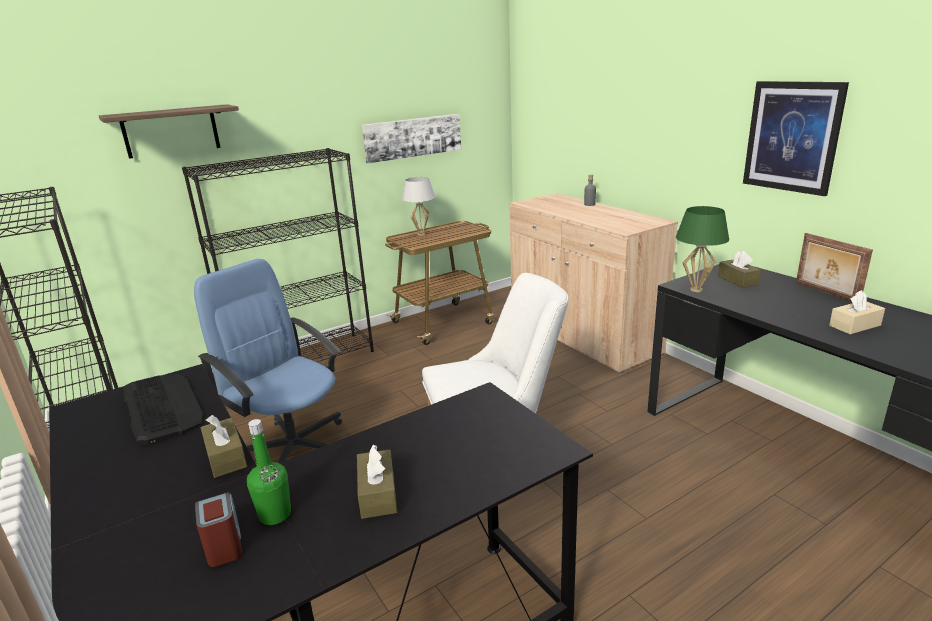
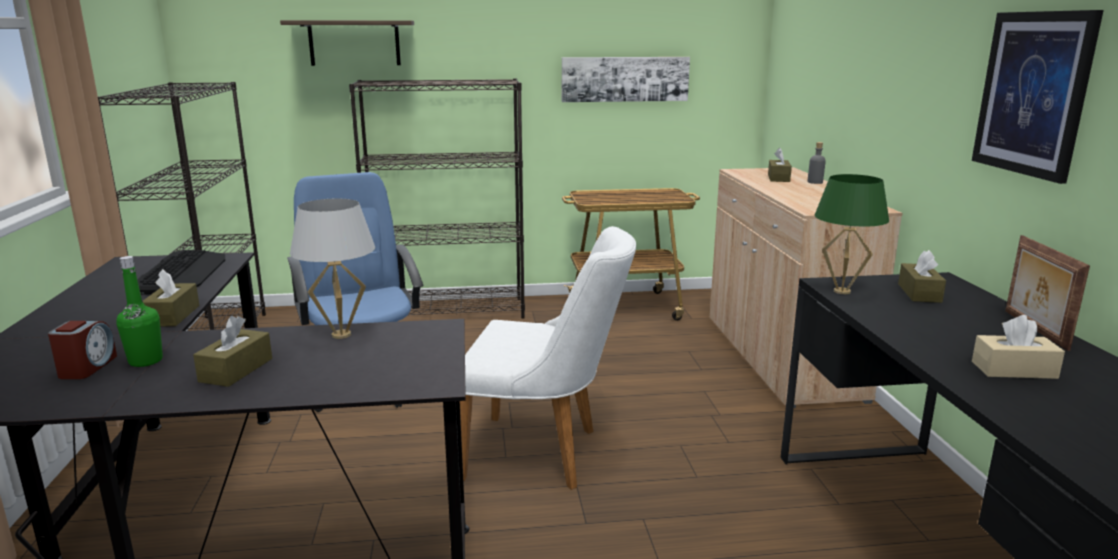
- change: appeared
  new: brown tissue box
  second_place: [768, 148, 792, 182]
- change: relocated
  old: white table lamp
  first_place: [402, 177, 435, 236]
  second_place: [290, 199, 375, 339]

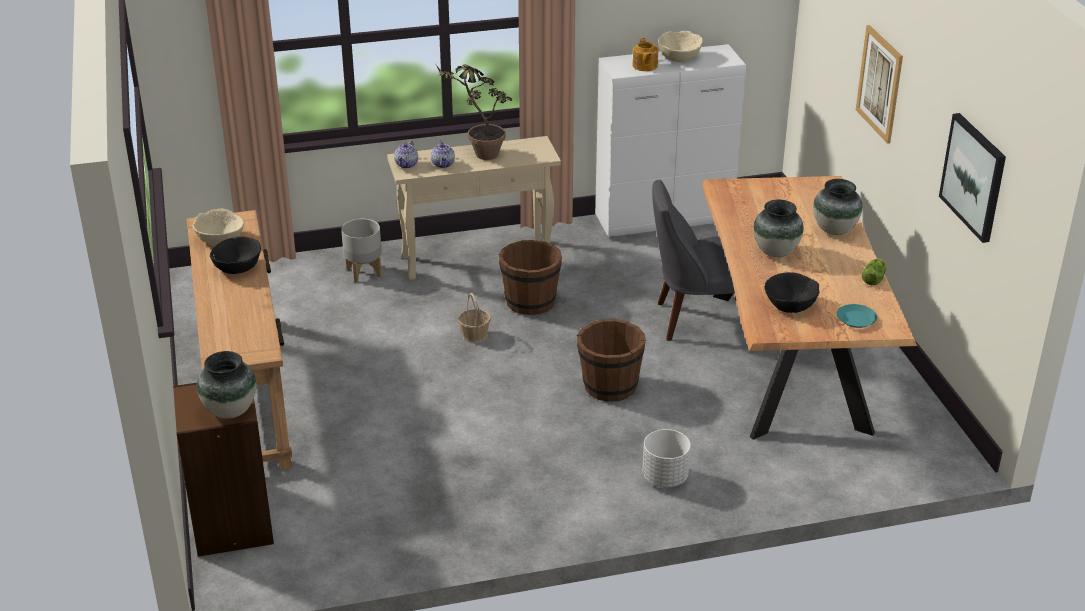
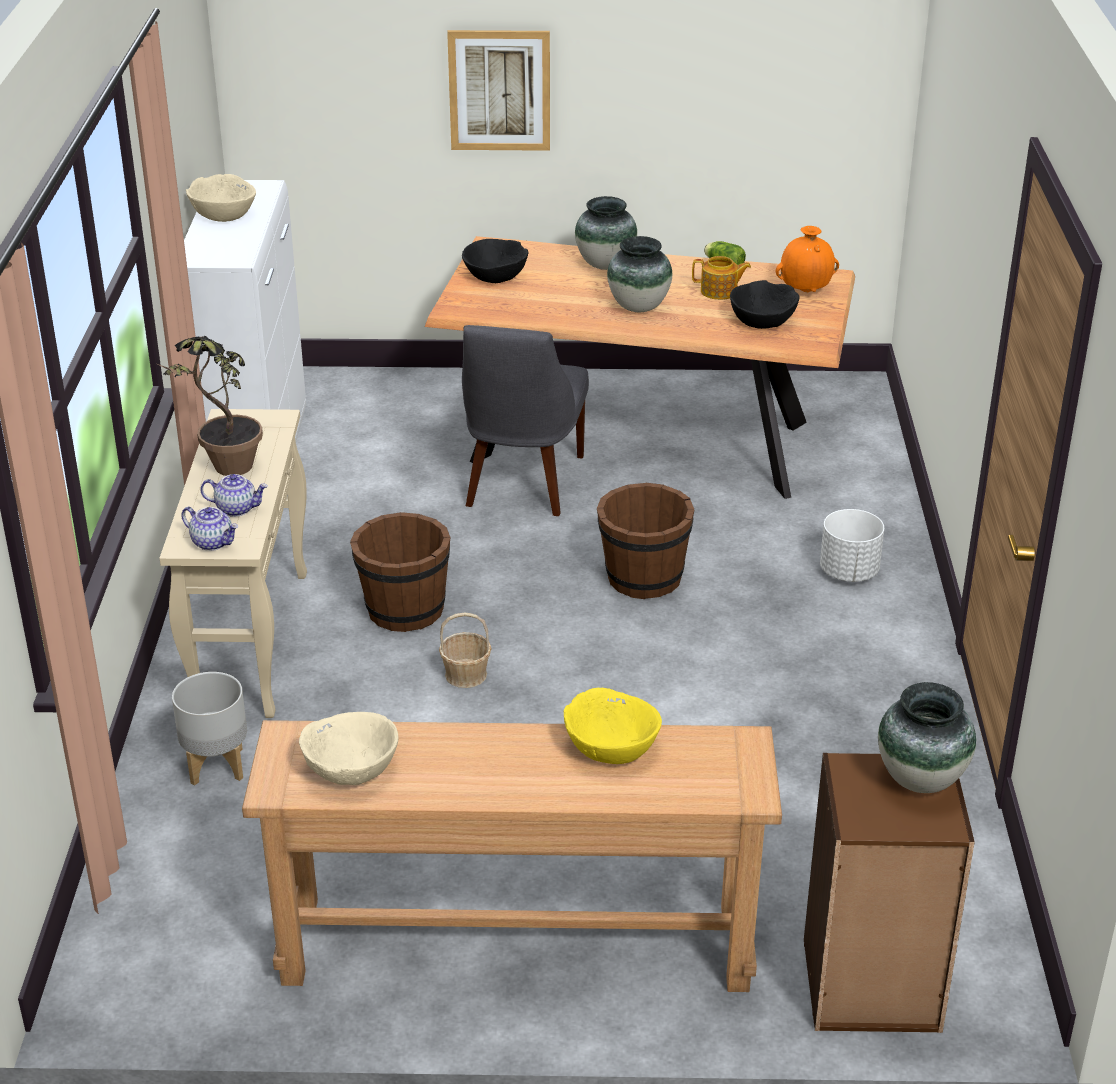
- change: missing
  old: picture
  first_place: [939, 113, 1006, 243]
- change: appeared
  new: yellow bowl
  second_place: [564, 688, 662, 764]
- change: relocated
  old: black bowl
  first_place: [210, 237, 261, 274]
  second_place: [462, 239, 529, 283]
- change: relocated
  old: teapot
  first_place: [632, 38, 658, 71]
  second_place: [692, 256, 751, 300]
- change: exchanged
  old: turquoise plate
  new: orange vase
  first_place: [837, 304, 877, 328]
  second_place: [776, 226, 839, 292]

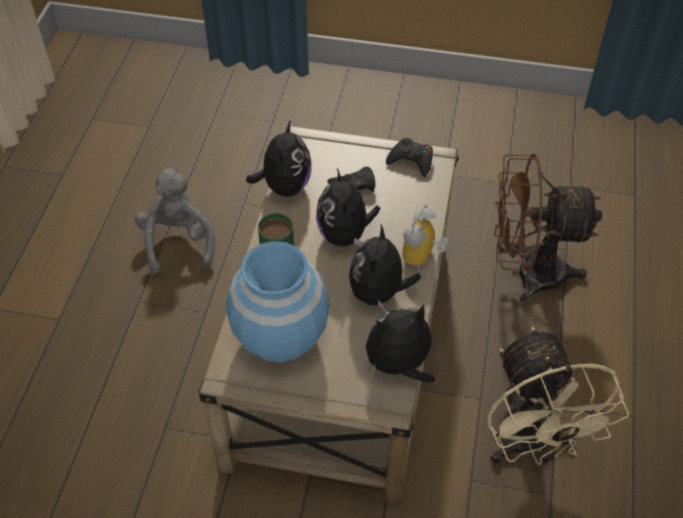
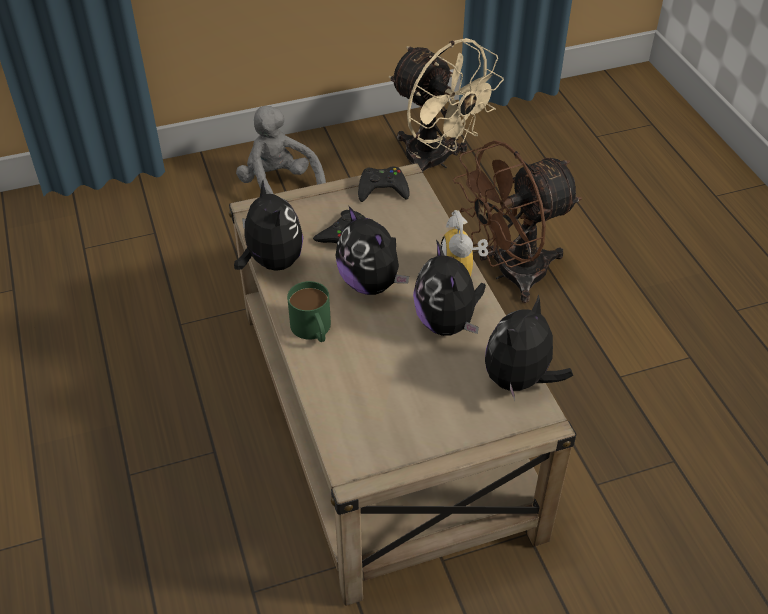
- change: missing
  old: blue vase
  first_place: [226, 241, 330, 363]
- change: relocated
  old: grey plush toy
  first_place: [135, 167, 215, 274]
  second_place: [236, 106, 326, 194]
- change: relocated
  old: beige fan
  first_place: [487, 327, 629, 465]
  second_place: [389, 38, 504, 171]

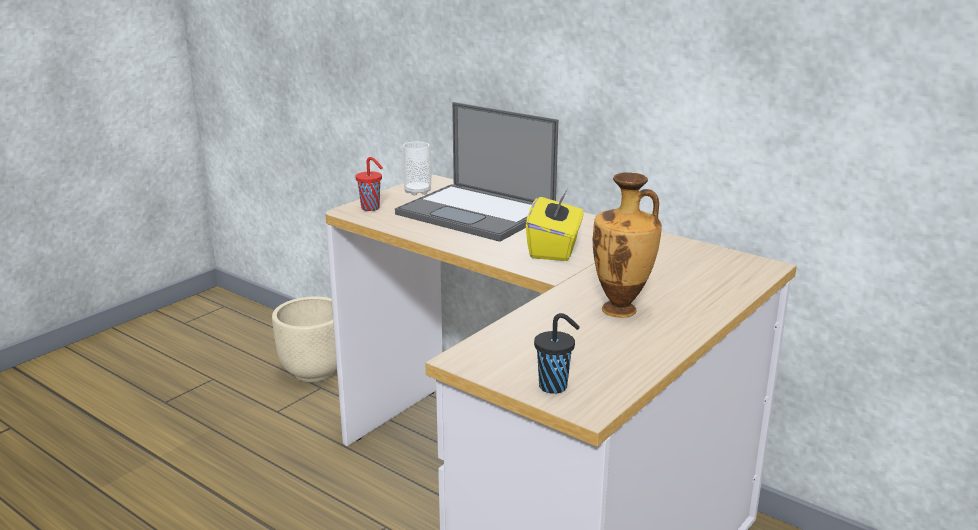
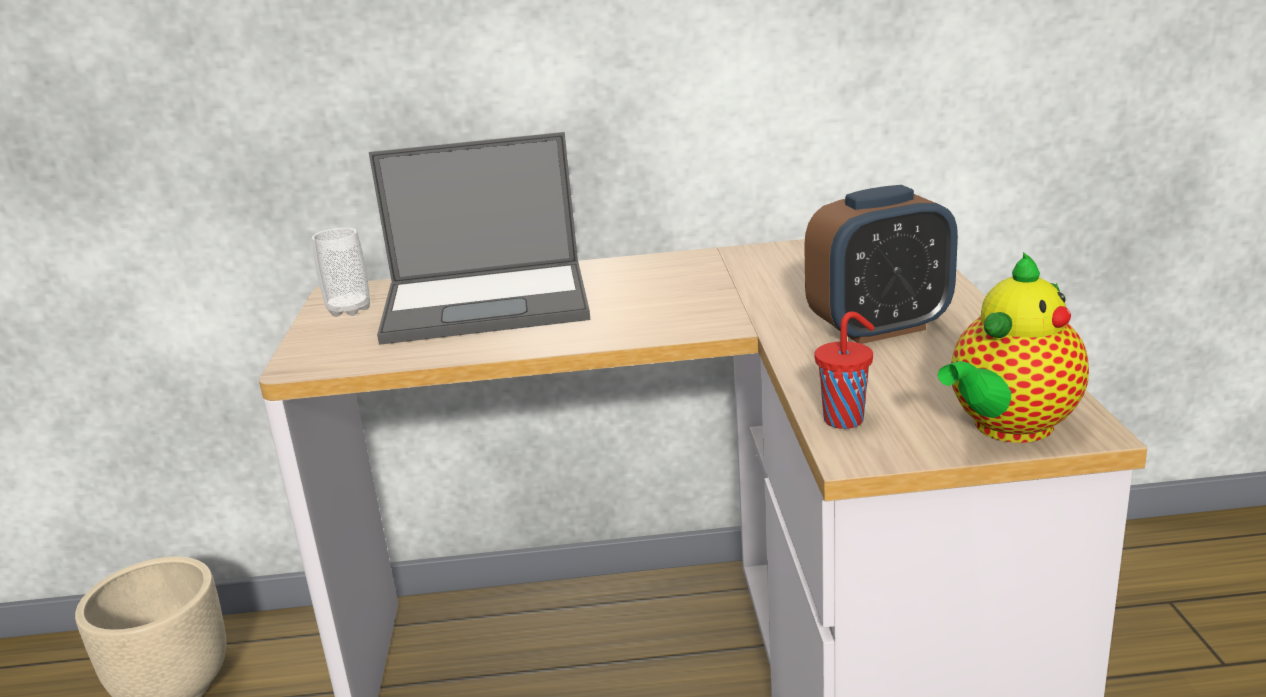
- change: missing
  old: yellow tissue box
  first_place: [526, 189, 583, 261]
- change: relocated
  old: red cup
  first_place: [355, 157, 383, 211]
  second_place: [814, 311, 874, 429]
- change: exchanged
  old: black cup
  new: teapot
  first_place: [534, 313, 580, 394]
  second_place: [938, 252, 1089, 443]
- change: exchanged
  old: vase
  new: alarm clock
  first_place: [593, 173, 662, 318]
  second_place: [804, 185, 958, 344]

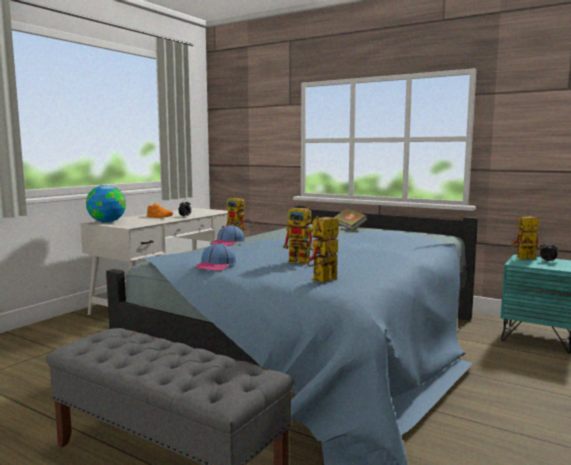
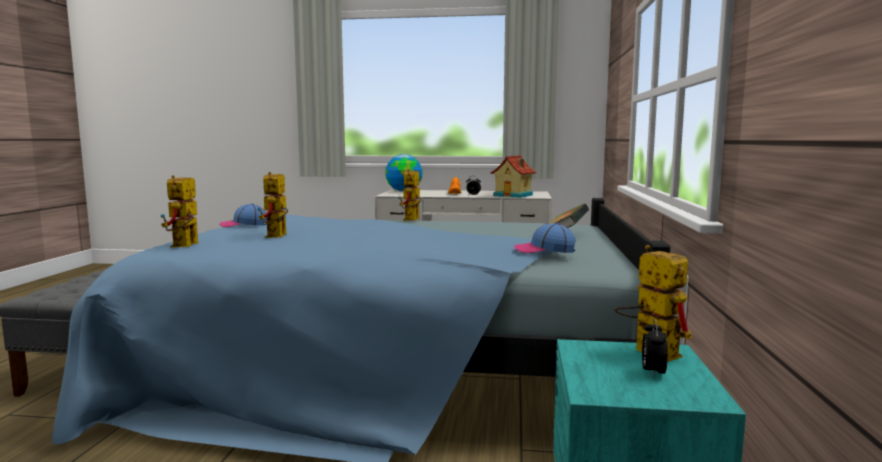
- change: appeared
  new: toy house
  second_place: [490, 155, 537, 198]
- change: relocated
  old: cap
  first_place: [209, 225, 245, 246]
  second_place: [514, 223, 576, 253]
- change: spun
  old: toy robot
  first_place: [305, 216, 339, 282]
  second_place: [161, 175, 199, 247]
  degrees: -105

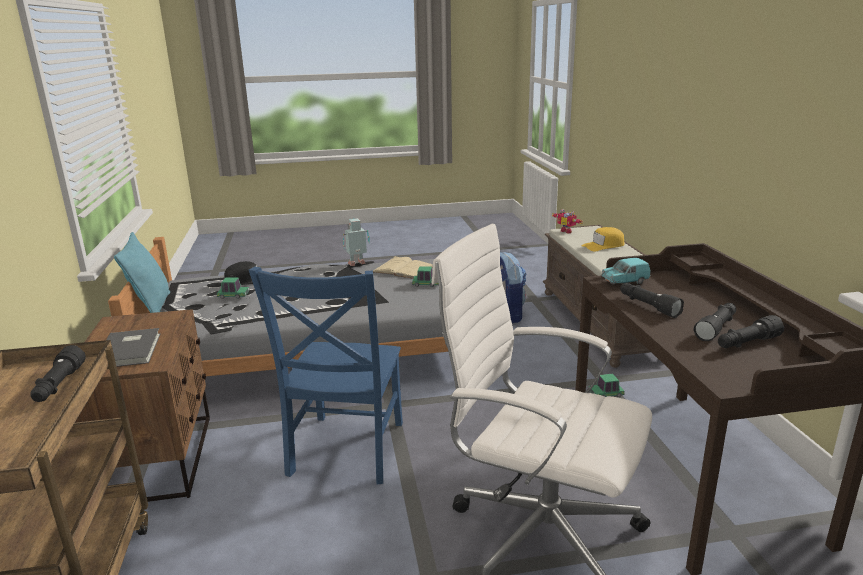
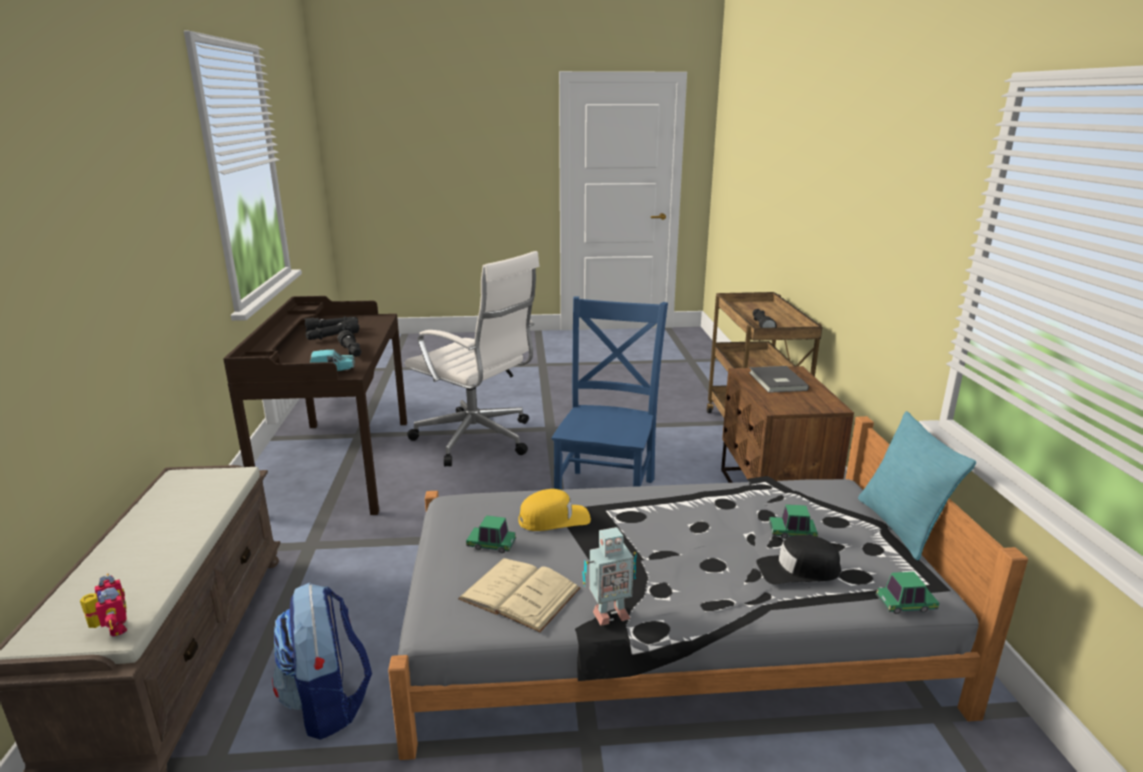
- change: relocated
  old: yellow cap
  first_place: [581, 227, 625, 251]
  second_place: [518, 489, 591, 531]
- change: relocated
  old: toy car
  first_place: [589, 374, 625, 397]
  second_place: [876, 572, 939, 614]

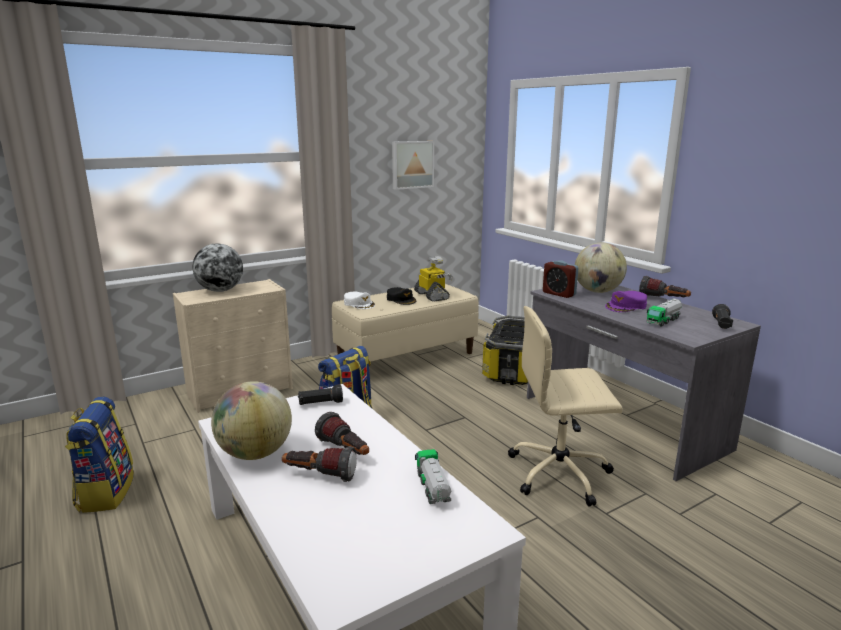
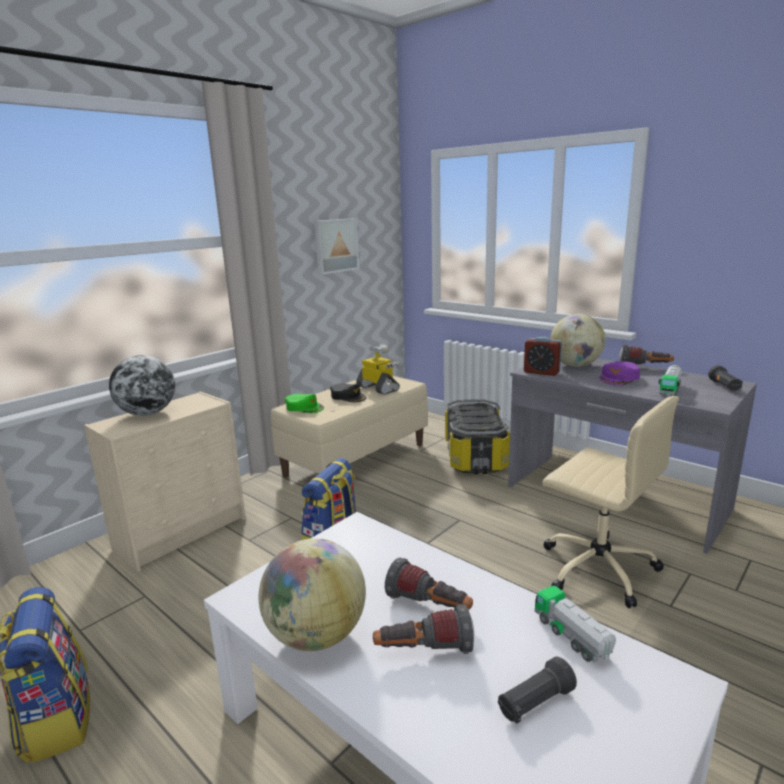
- change: relocated
  old: black flashlight
  first_place: [298, 384, 343, 405]
  second_place: [498, 657, 577, 724]
- change: colour
  old: white cap
  new: green cap
  first_place: [344, 292, 375, 309]
  second_place: [285, 394, 324, 413]
- change: spun
  old: beige office chair
  first_place: [508, 306, 623, 507]
  second_place: [542, 396, 679, 608]
  degrees: -120

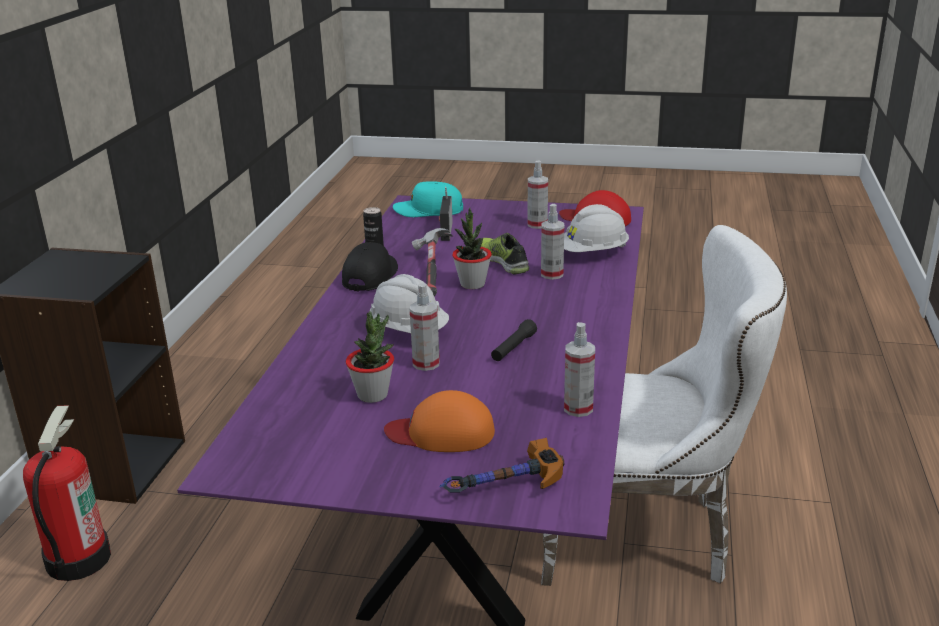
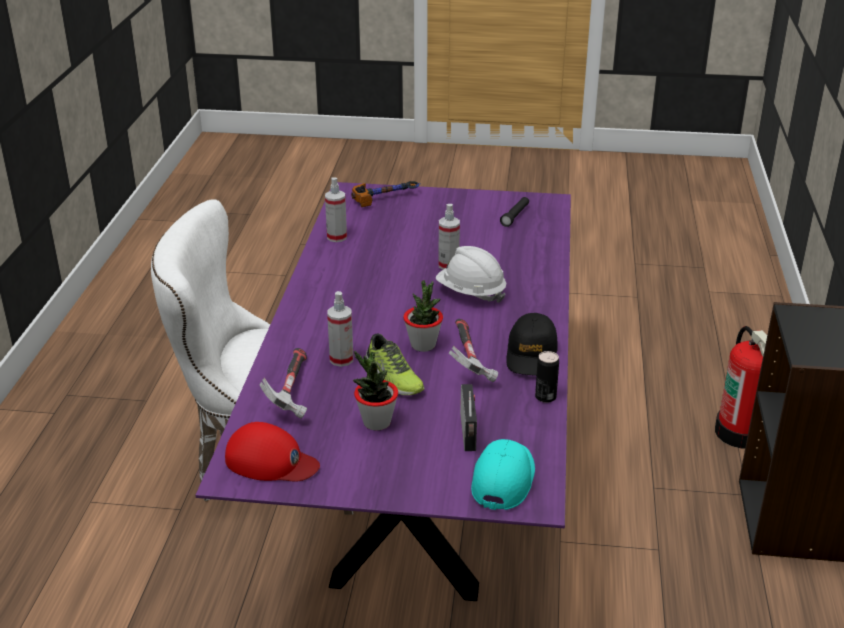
- change: missing
  old: orange cap
  first_place: [384, 390, 495, 452]
- change: missing
  old: spray bottle
  first_place: [528, 160, 548, 229]
- change: relocated
  old: potted plant
  first_place: [346, 311, 394, 403]
  second_place: [353, 351, 398, 431]
- change: relocated
  old: black flashlight
  first_place: [491, 319, 537, 361]
  second_place: [500, 197, 529, 227]
- change: exchanged
  old: white hard hat
  new: hammer
  first_place: [564, 204, 629, 252]
  second_place: [260, 348, 307, 419]
- change: spun
  old: turquoise cap
  first_place: [393, 182, 463, 217]
  second_place: [471, 439, 535, 510]
  degrees: -75

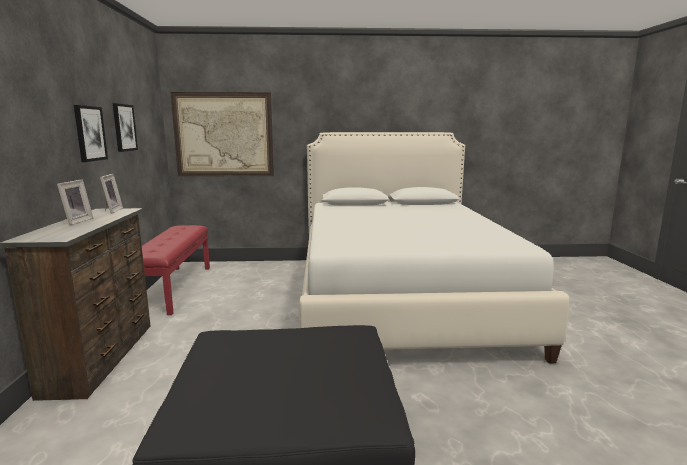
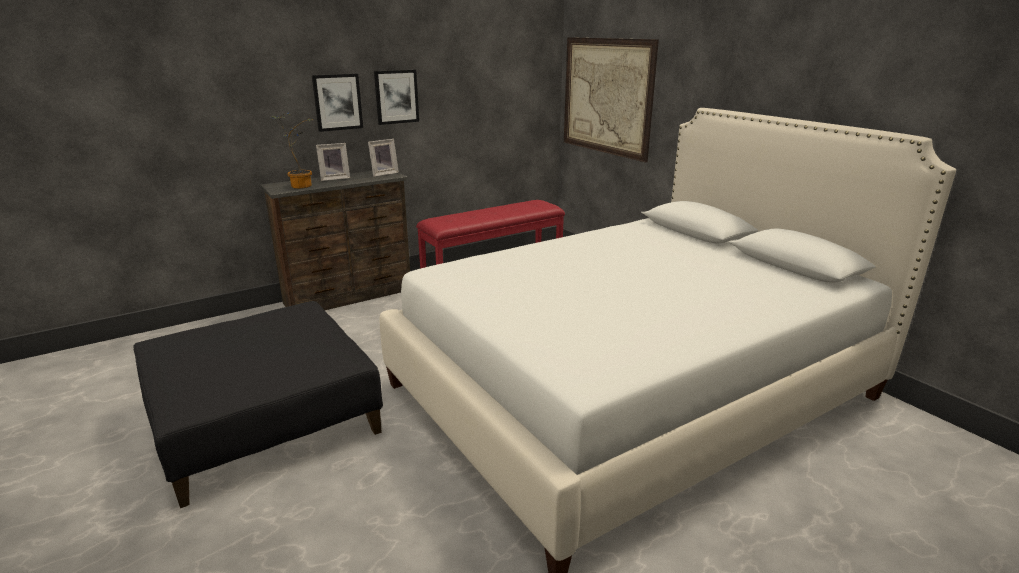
- change: appeared
  new: potted plant
  second_place: [270, 113, 314, 189]
- change: relocated
  old: picture
  first_place: [113, 103, 138, 152]
  second_place: [312, 73, 363, 132]

